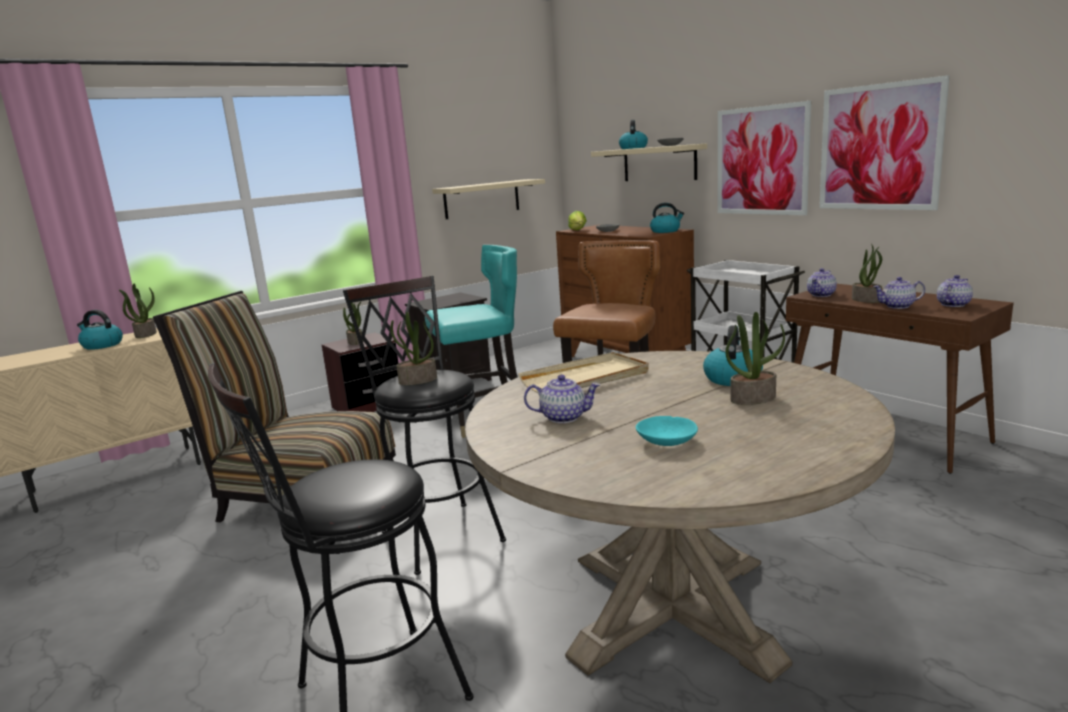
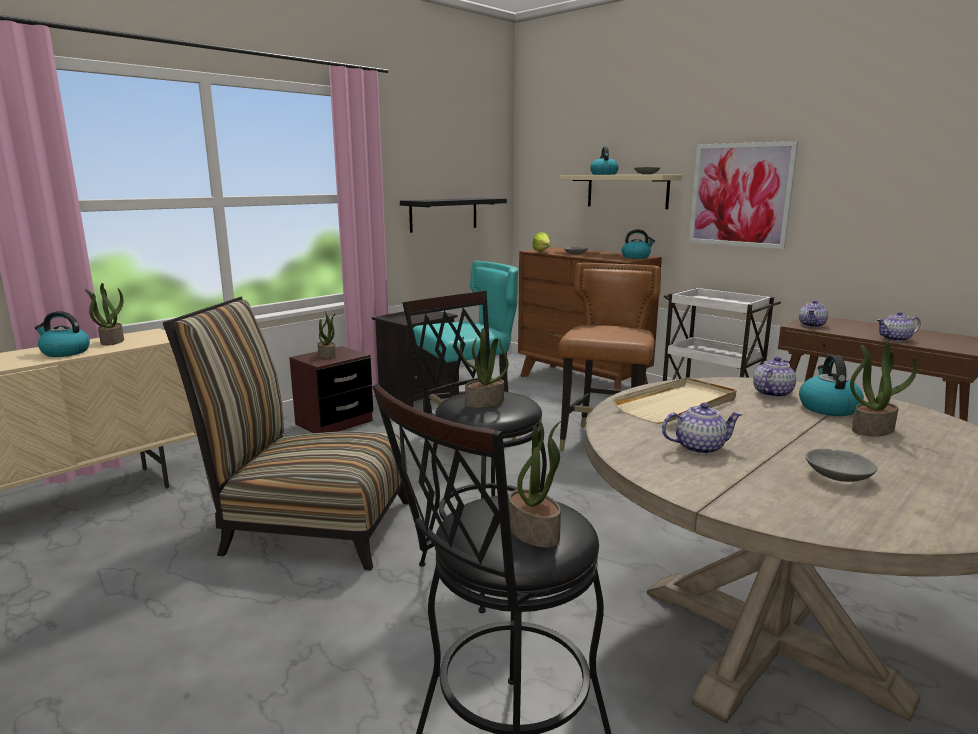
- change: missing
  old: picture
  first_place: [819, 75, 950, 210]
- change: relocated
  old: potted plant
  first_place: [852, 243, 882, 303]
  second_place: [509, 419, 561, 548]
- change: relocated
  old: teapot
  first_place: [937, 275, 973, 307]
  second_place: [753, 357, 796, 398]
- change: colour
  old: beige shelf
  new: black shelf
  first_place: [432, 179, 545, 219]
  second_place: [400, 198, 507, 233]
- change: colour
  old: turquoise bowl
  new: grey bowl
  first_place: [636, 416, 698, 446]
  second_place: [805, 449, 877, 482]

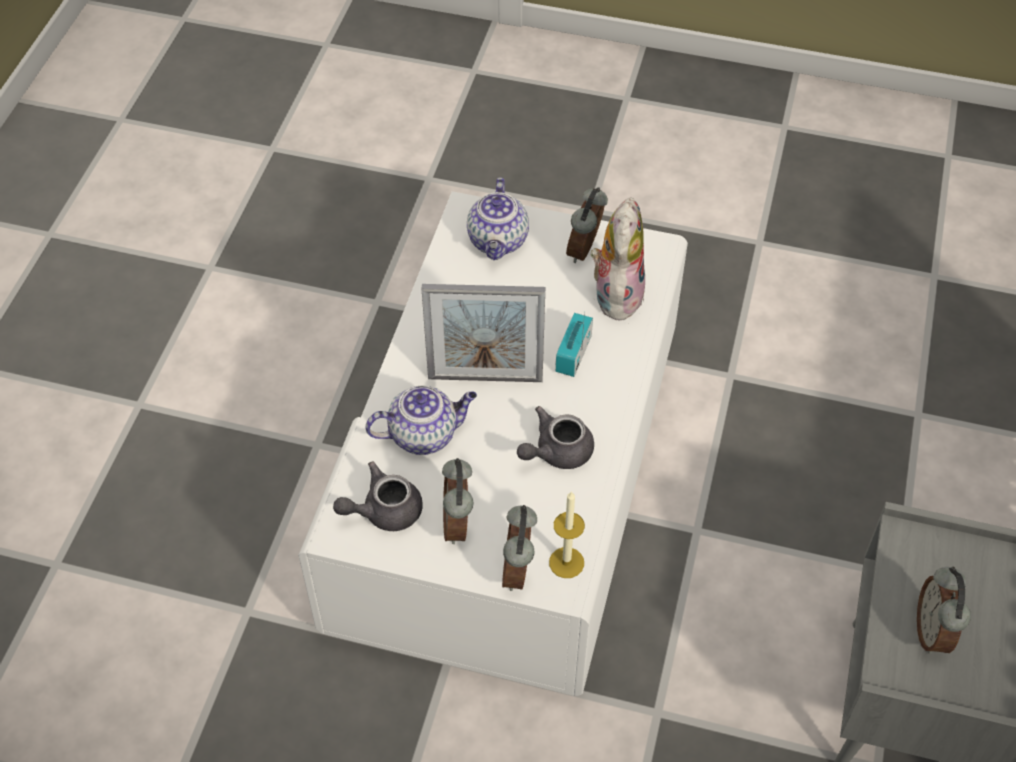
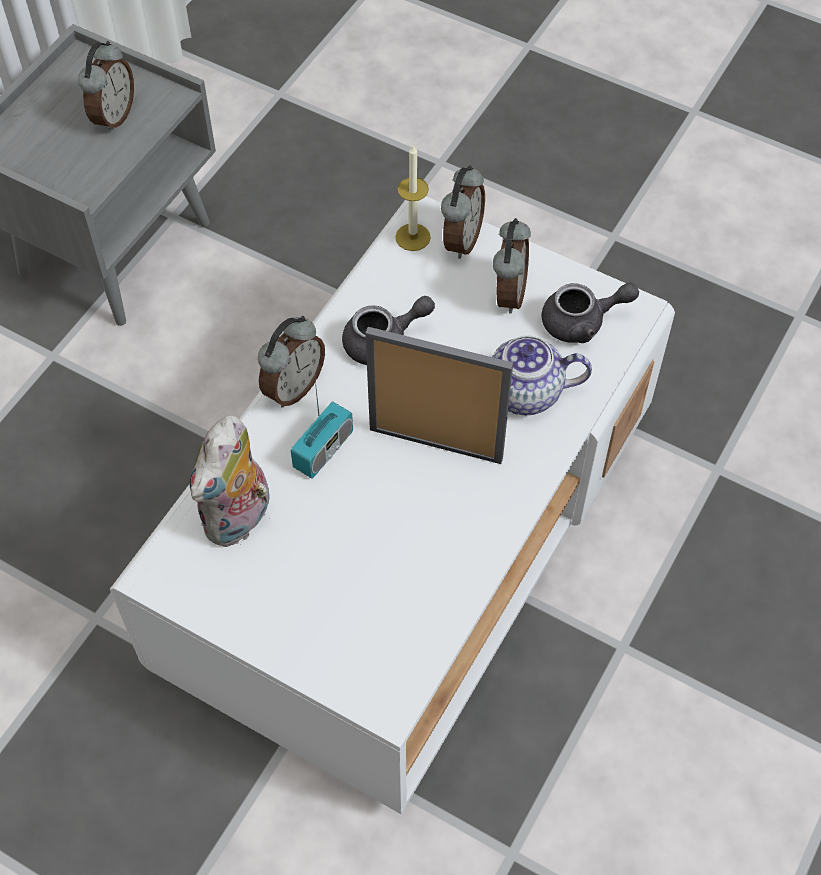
- change: missing
  old: teapot
  first_place: [467, 177, 529, 260]
- change: relocated
  old: alarm clock
  first_place: [566, 187, 608, 263]
  second_place: [258, 316, 325, 408]

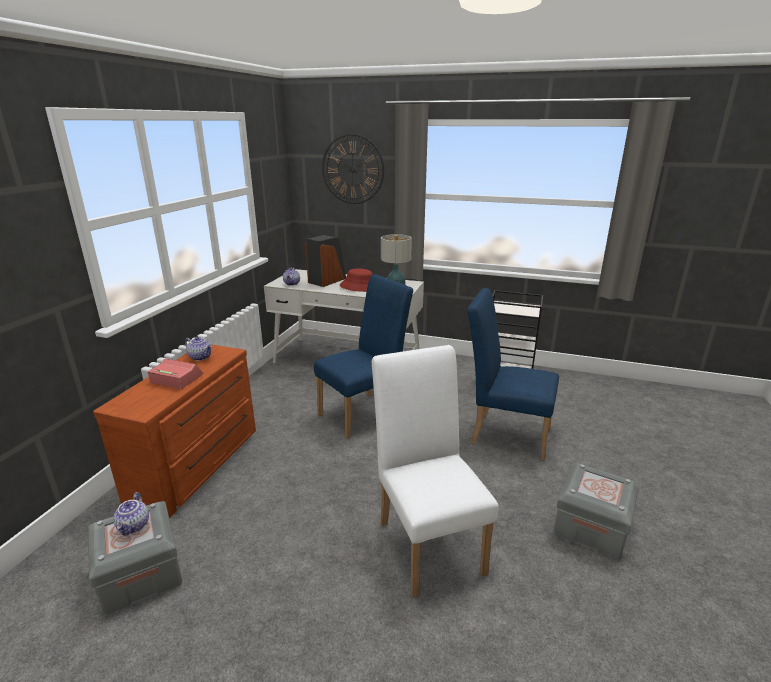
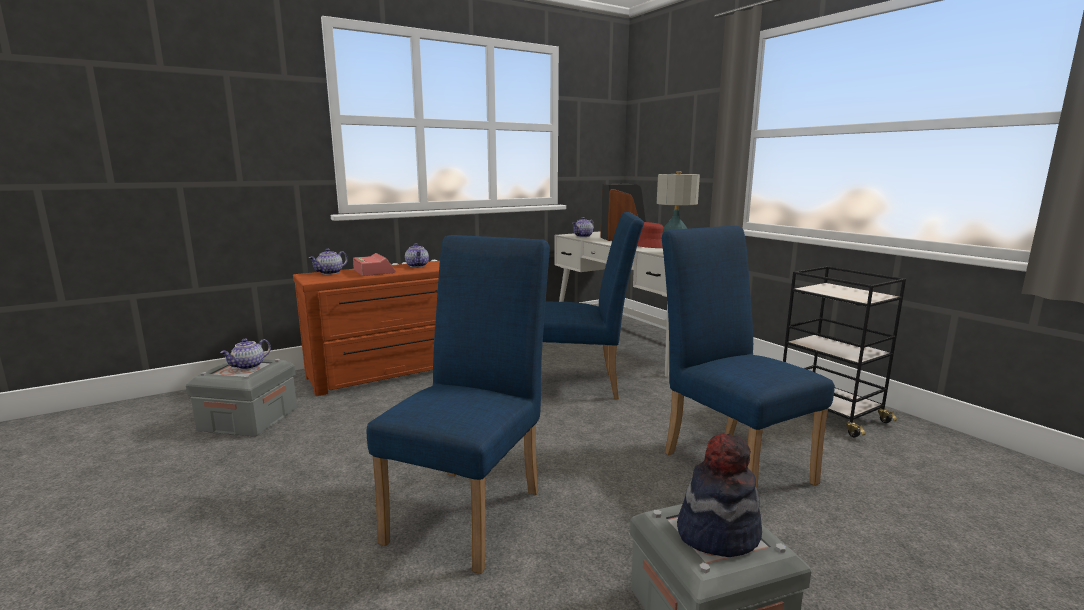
- change: missing
  old: wall clock
  first_place: [322, 134, 384, 204]
- change: appeared
  new: teapot
  second_place: [309, 249, 348, 275]
- change: appeared
  new: hat
  second_place: [677, 434, 762, 557]
- change: colour
  old: white chair
  new: blue chair
  first_place: [372, 345, 499, 597]
  second_place: [366, 235, 550, 574]

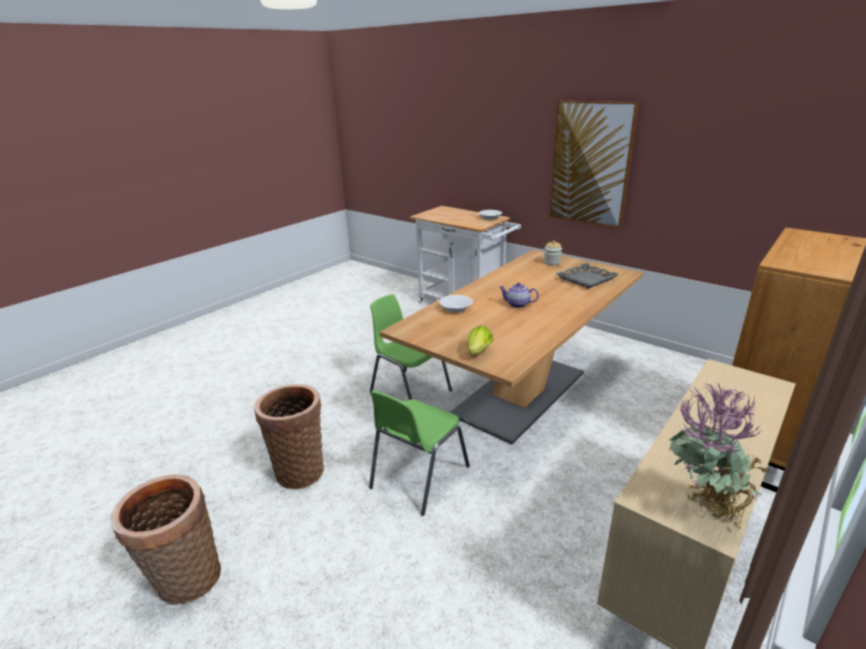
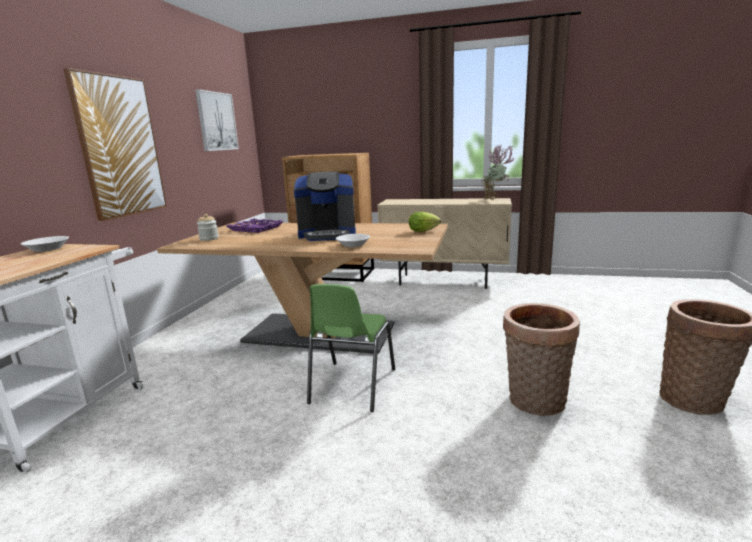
- change: missing
  old: green chair
  first_place: [369, 390, 470, 516]
- change: appeared
  new: picture
  second_place: [195, 89, 239, 151]
- change: exchanged
  old: teapot
  new: coffee machine
  first_place: [499, 283, 539, 308]
  second_place: [294, 171, 356, 241]
- change: colour
  old: grey tray
  new: purple tray
  first_place: [556, 263, 619, 289]
  second_place: [226, 219, 284, 233]

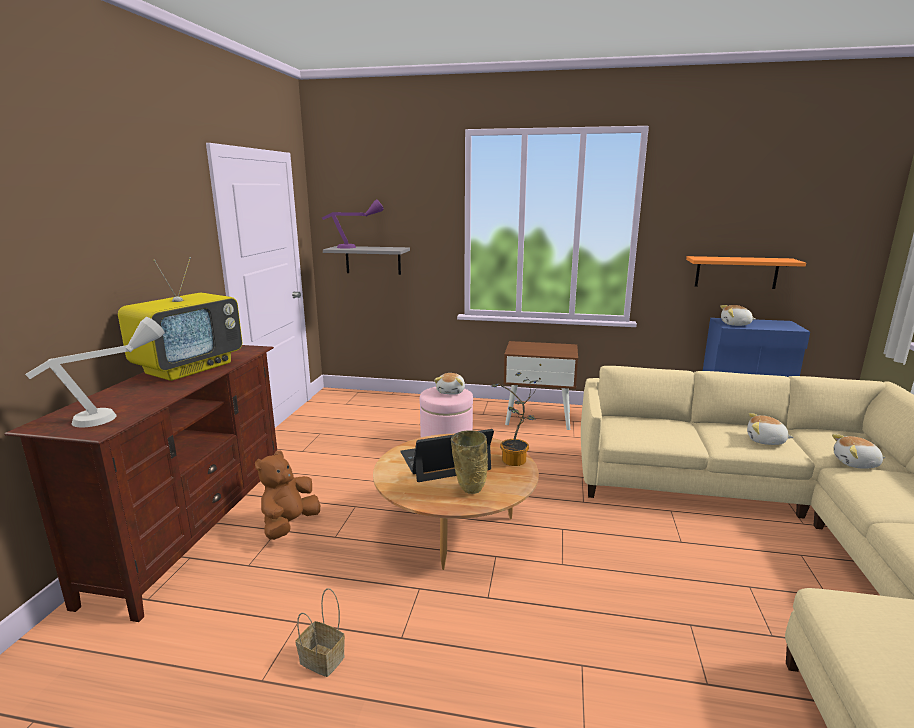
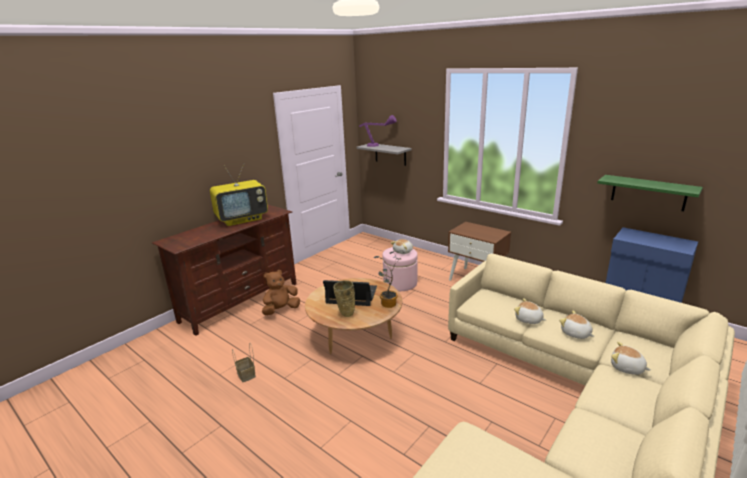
- change: missing
  old: grey table lamp
  first_place: [25, 317, 165, 427]
- change: relocated
  old: plush toy
  first_place: [720, 305, 755, 326]
  second_place: [514, 298, 546, 324]
- change: colour
  old: orange shelf
  new: green shelf
  first_place: [686, 256, 806, 289]
  second_place: [597, 175, 703, 211]

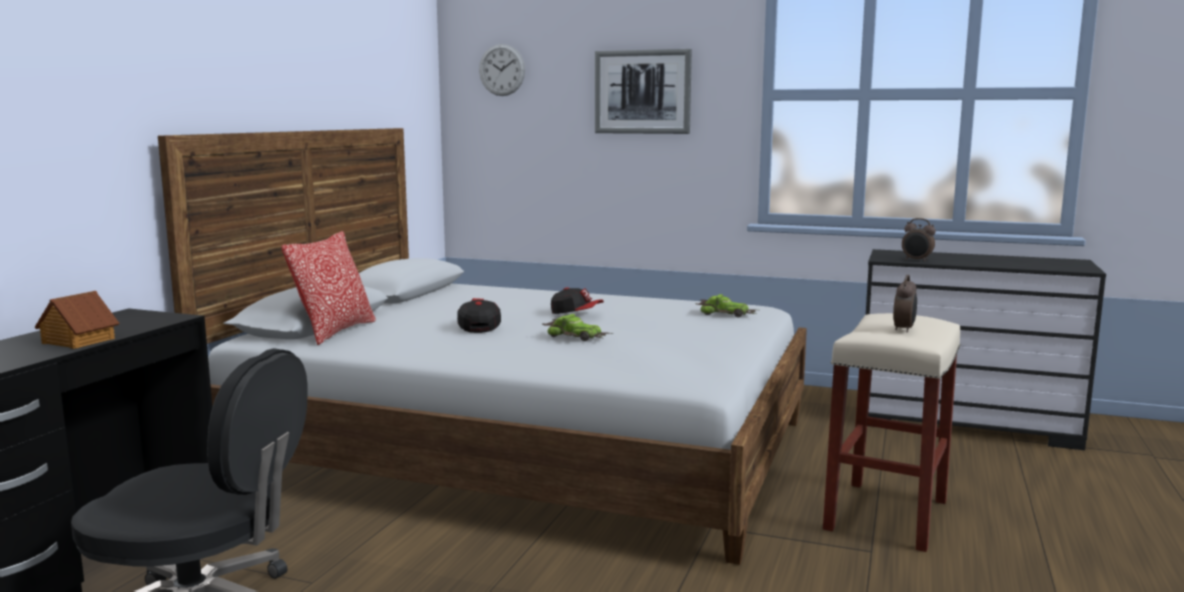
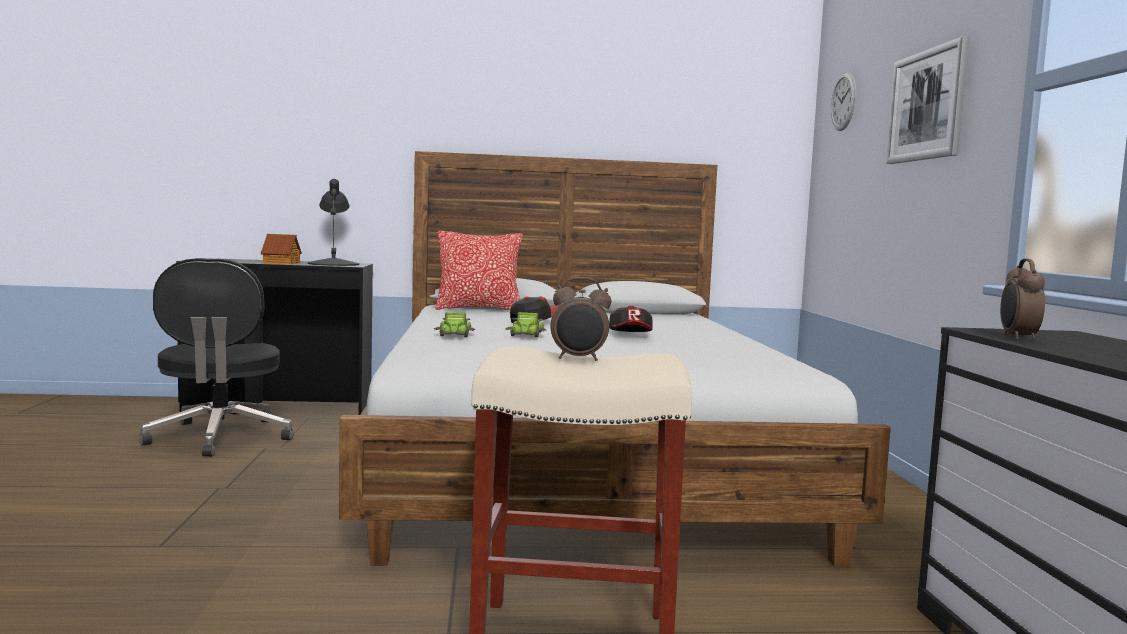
- change: appeared
  new: black table lamp
  second_place: [308, 179, 359, 266]
- change: relocated
  old: toy car
  first_place: [696, 294, 756, 317]
  second_place: [434, 312, 475, 337]

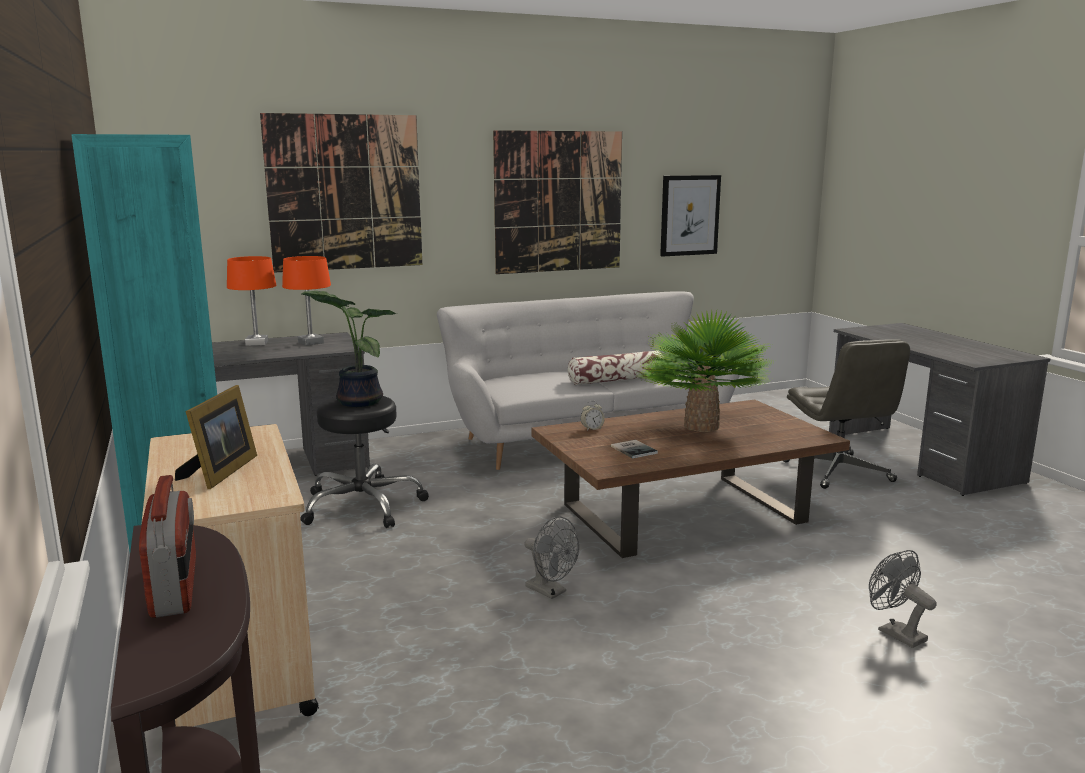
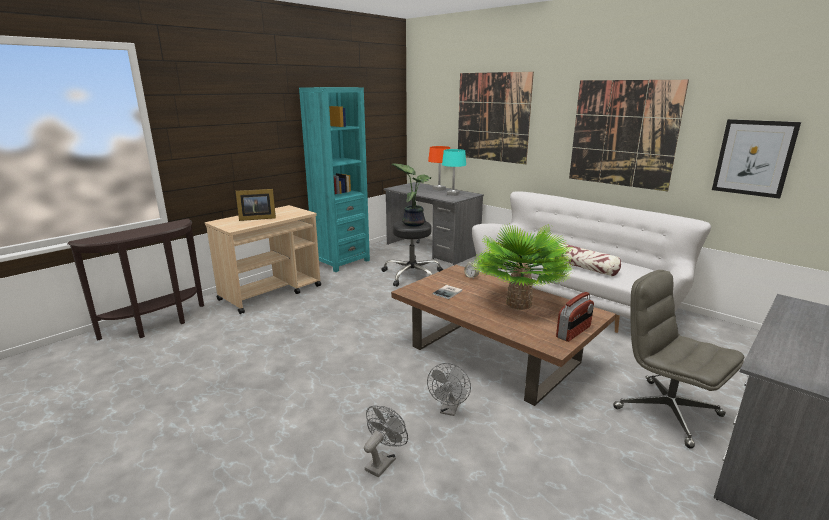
- change: relocated
  old: radio
  first_place: [139, 475, 196, 618]
  second_place: [556, 292, 594, 342]
- change: relocated
  old: grey fan
  first_place: [524, 517, 579, 599]
  second_place: [427, 363, 471, 416]
- change: colour
  old: orange table lamp
  new: turquoise table lamp
  first_place: [282, 256, 331, 346]
  second_place: [442, 149, 466, 196]
- change: spun
  old: grey office chair
  first_place: [783, 339, 910, 489]
  second_place: [613, 270, 744, 449]
  degrees: 90

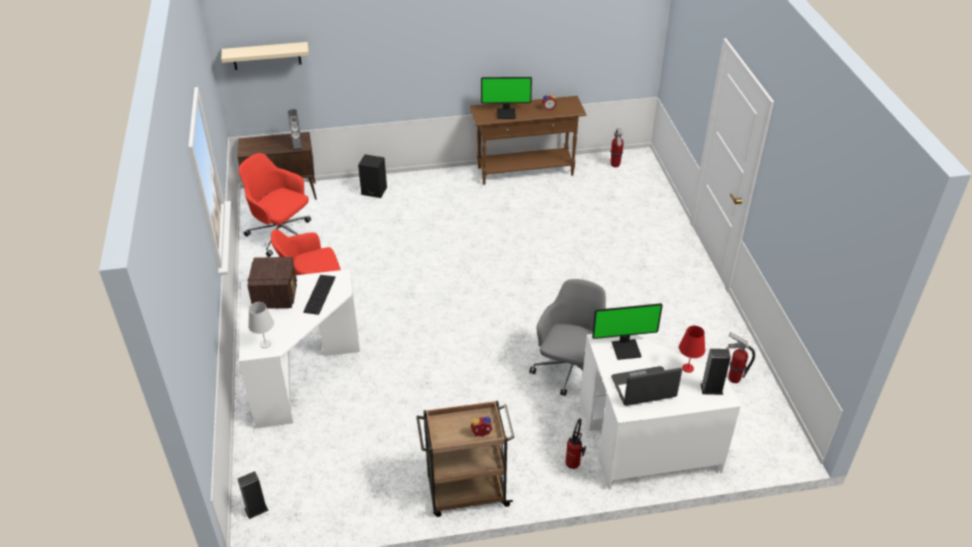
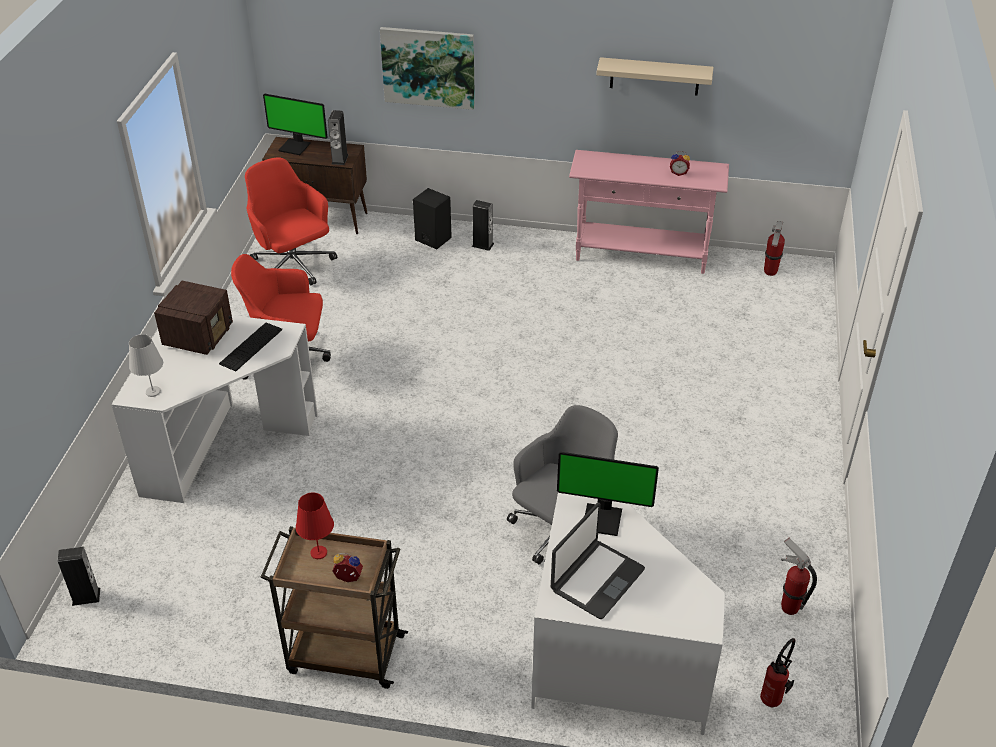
- change: appeared
  new: picture
  second_place: [380, 27, 475, 110]
- change: relocated
  old: beige shelf
  first_place: [221, 42, 309, 70]
  second_place: [596, 57, 713, 96]
- change: relocated
  old: monitor
  first_place: [481, 77, 532, 119]
  second_place: [263, 94, 327, 155]
- change: relocated
  old: fire extinguisher
  first_place: [565, 418, 586, 469]
  second_place: [760, 638, 795, 708]
- change: relocated
  old: red table lamp
  first_place: [679, 326, 705, 373]
  second_place: [296, 493, 334, 559]
- change: relocated
  old: speaker
  first_place: [701, 349, 731, 395]
  second_place: [472, 200, 494, 251]
- change: colour
  old: brown console table
  new: pink console table
  first_place: [470, 96, 586, 185]
  second_place: [569, 150, 729, 274]
- change: spun
  old: laptop
  first_place: [611, 366, 682, 406]
  second_place: [551, 503, 645, 619]
  degrees: 120

